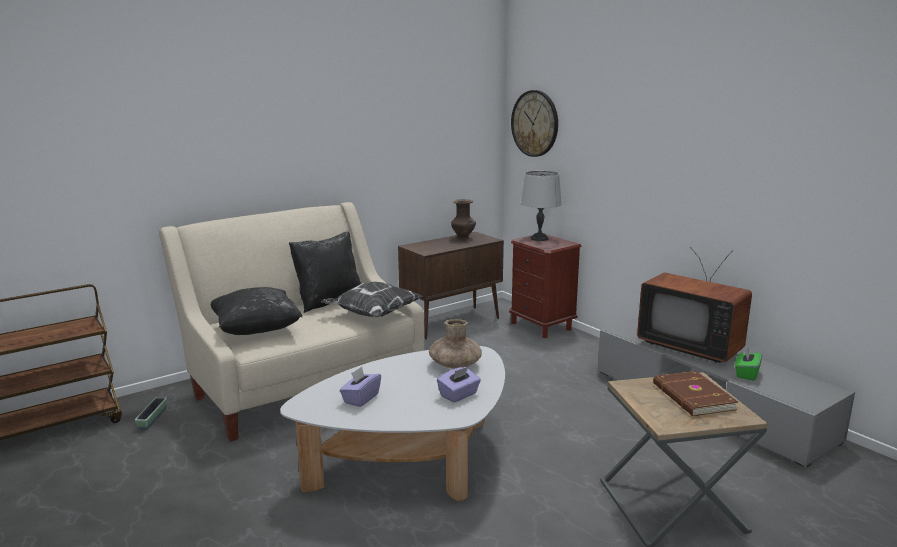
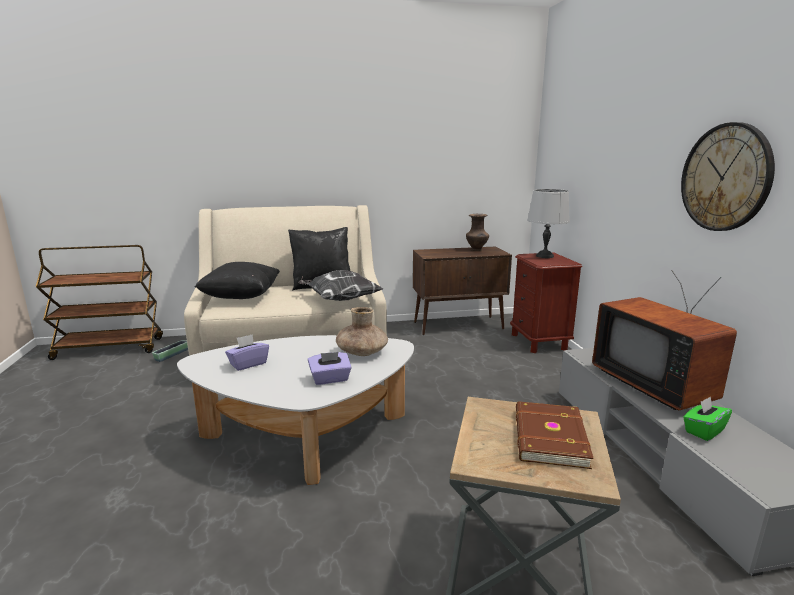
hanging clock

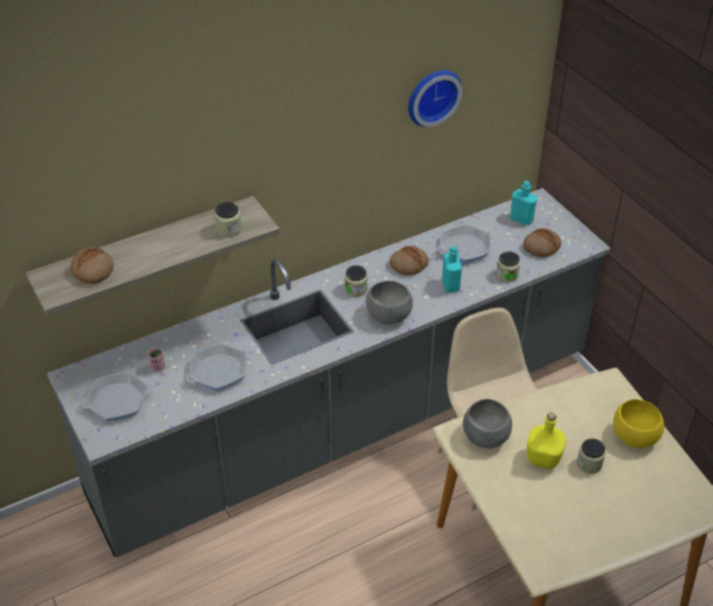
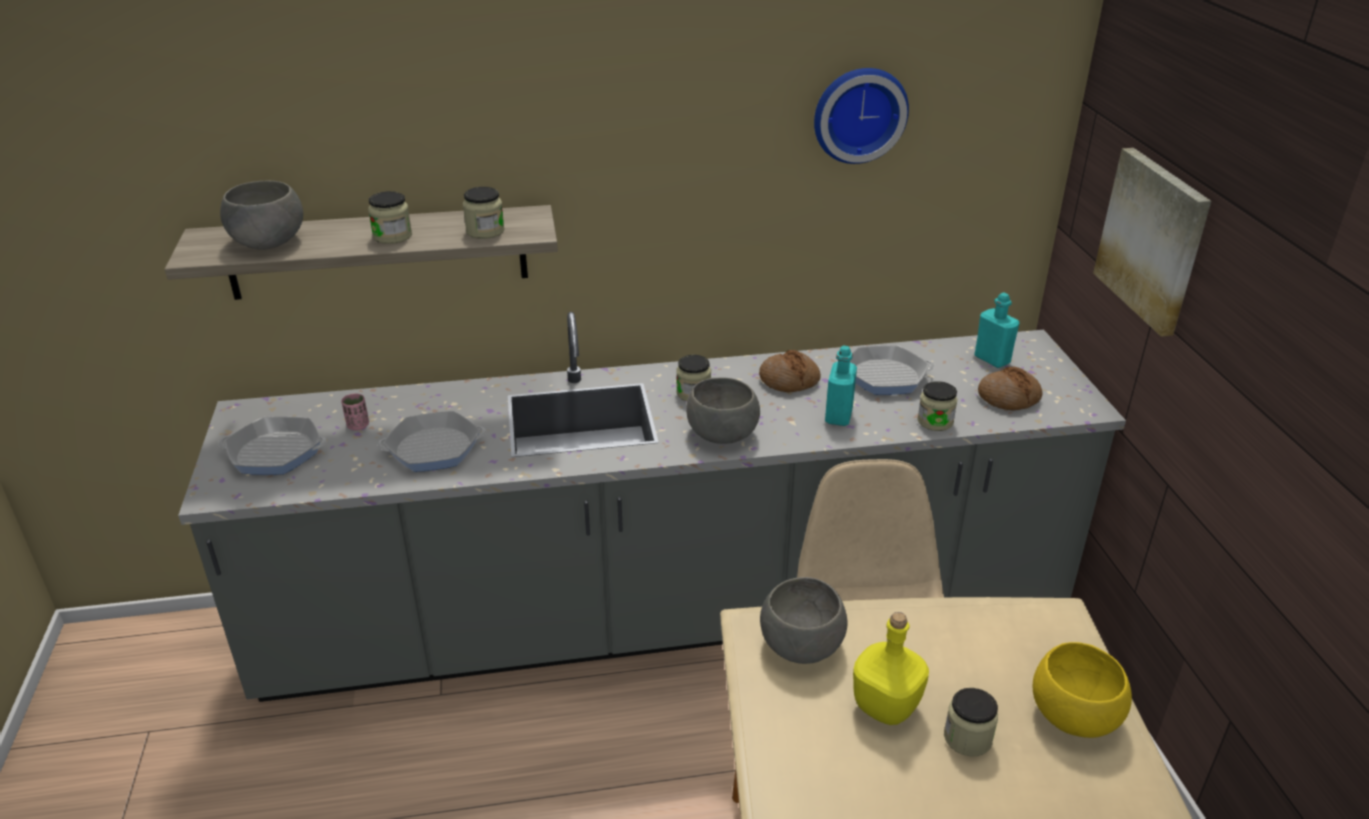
gray serving bowl (no. 1 from left)
storage jar (no. 1 from left)
wall picture

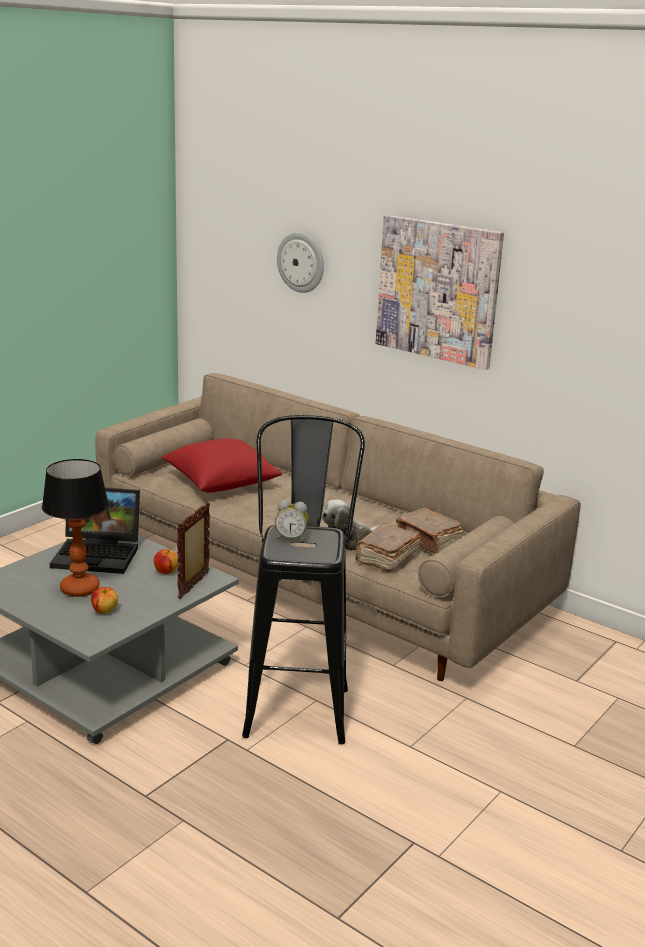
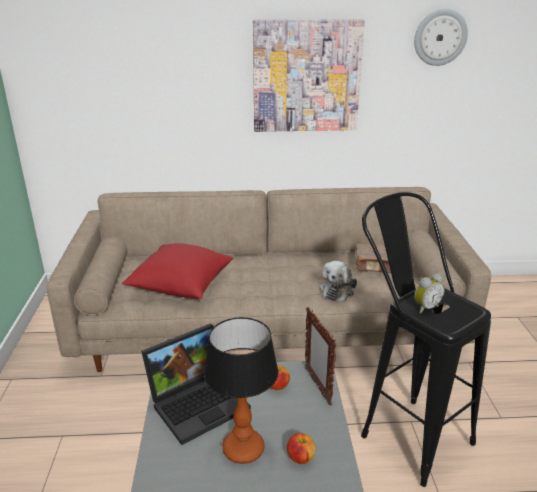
hanging clock
brown-coloured book (no. 1 from left in the first image)

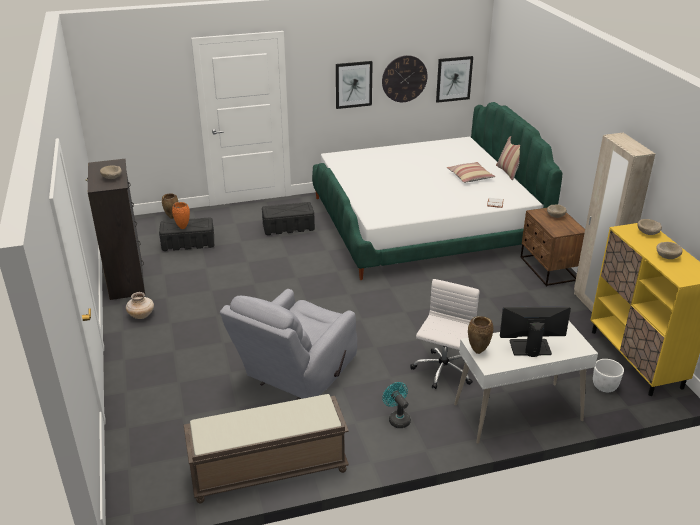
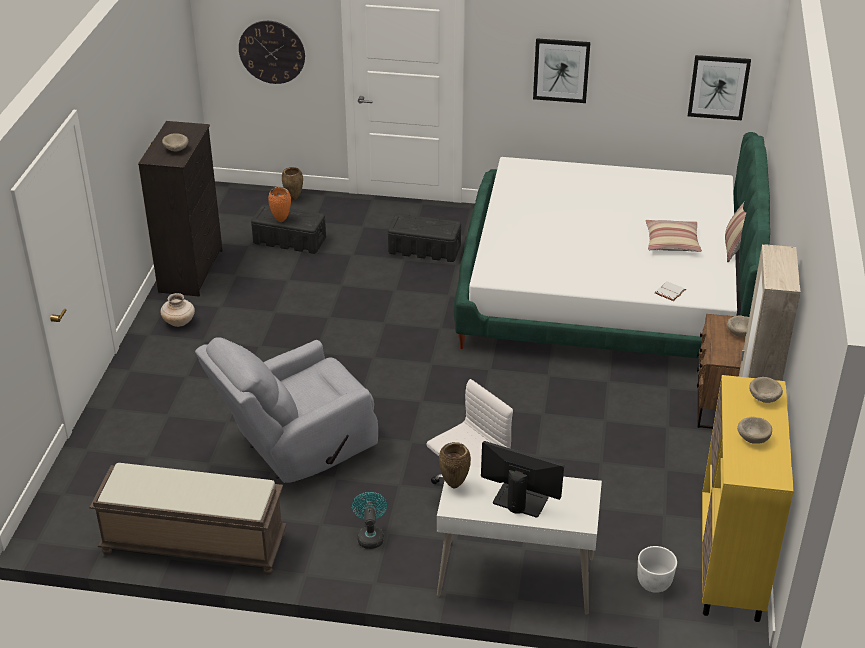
hanging clock

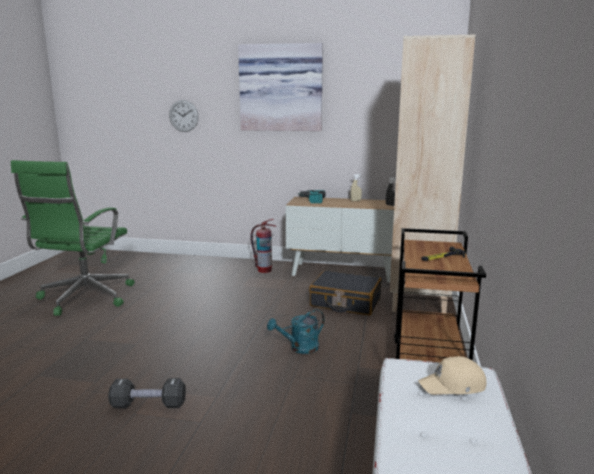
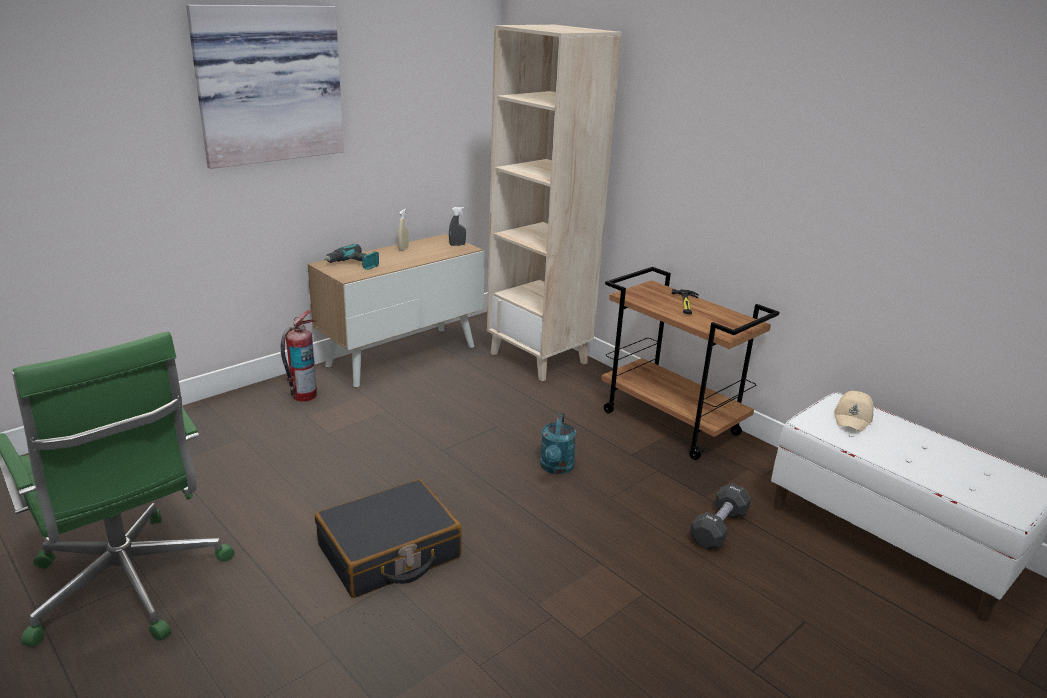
black-coloured travel case
black-coloured free weight
hanging clock

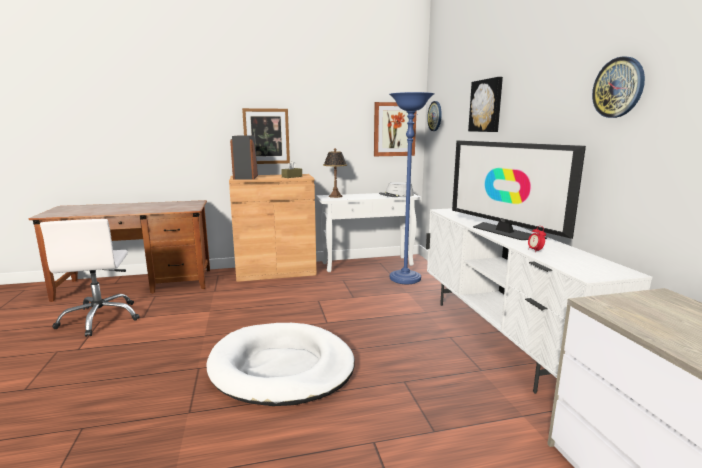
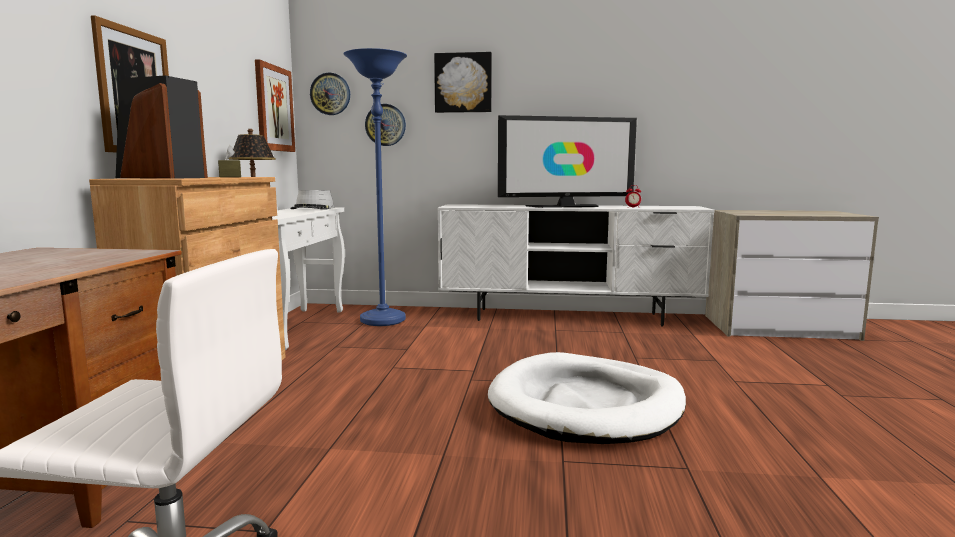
hanging clock (no. 2 from left)

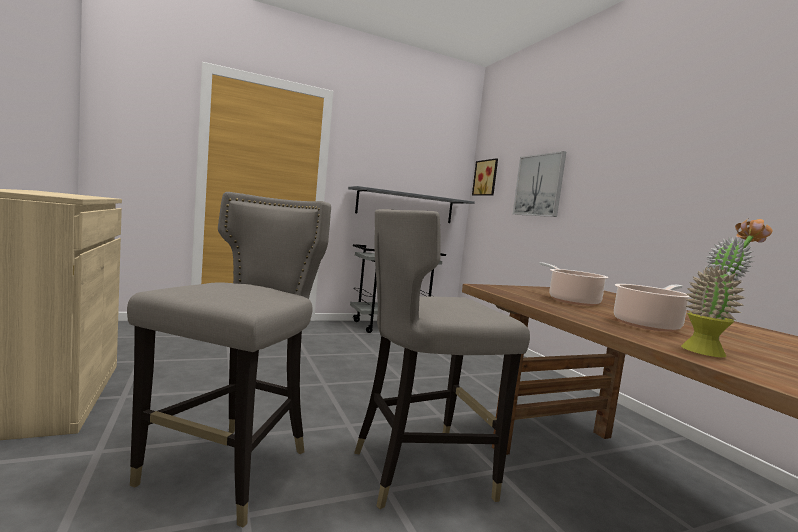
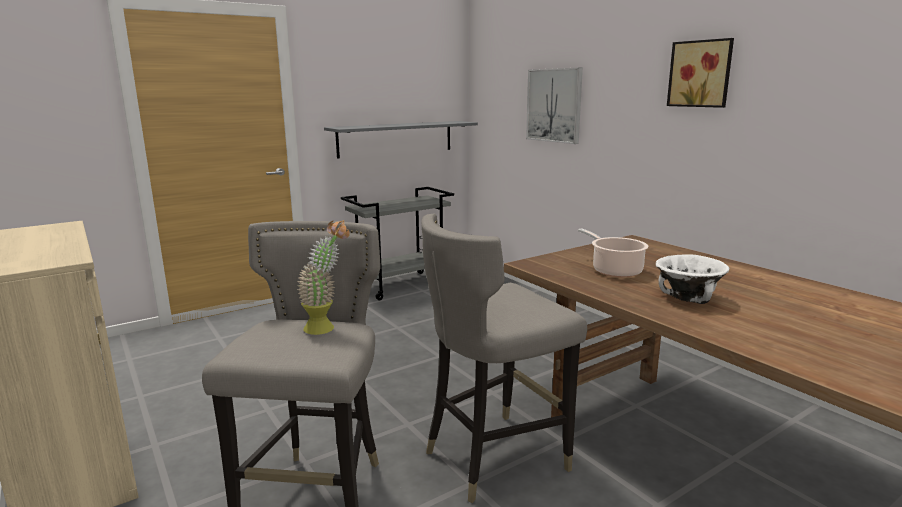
plant in a pot
white-coloured serving bowl
wall picture (no. 2 from left)

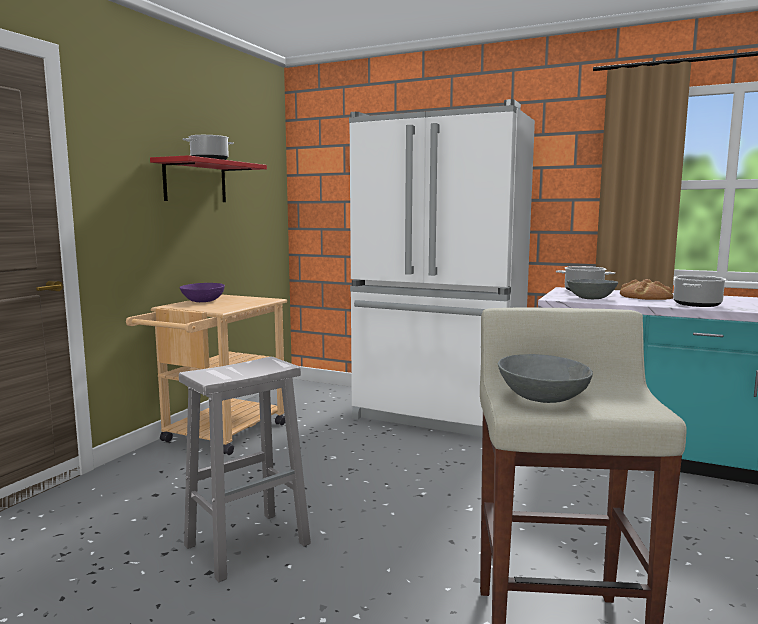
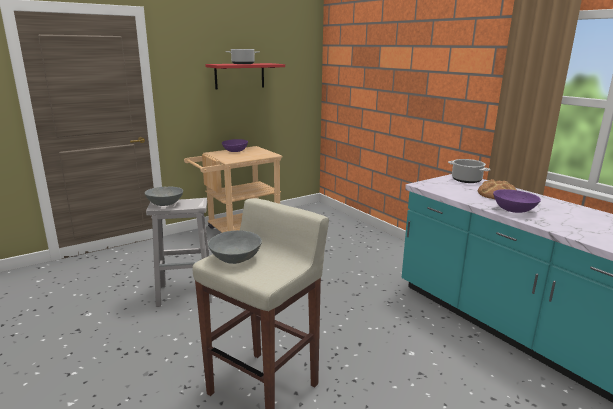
gray serving bowl (no. 1 from left)
purple serving bowl (no. 2 from left)
white-coloured refrigerator

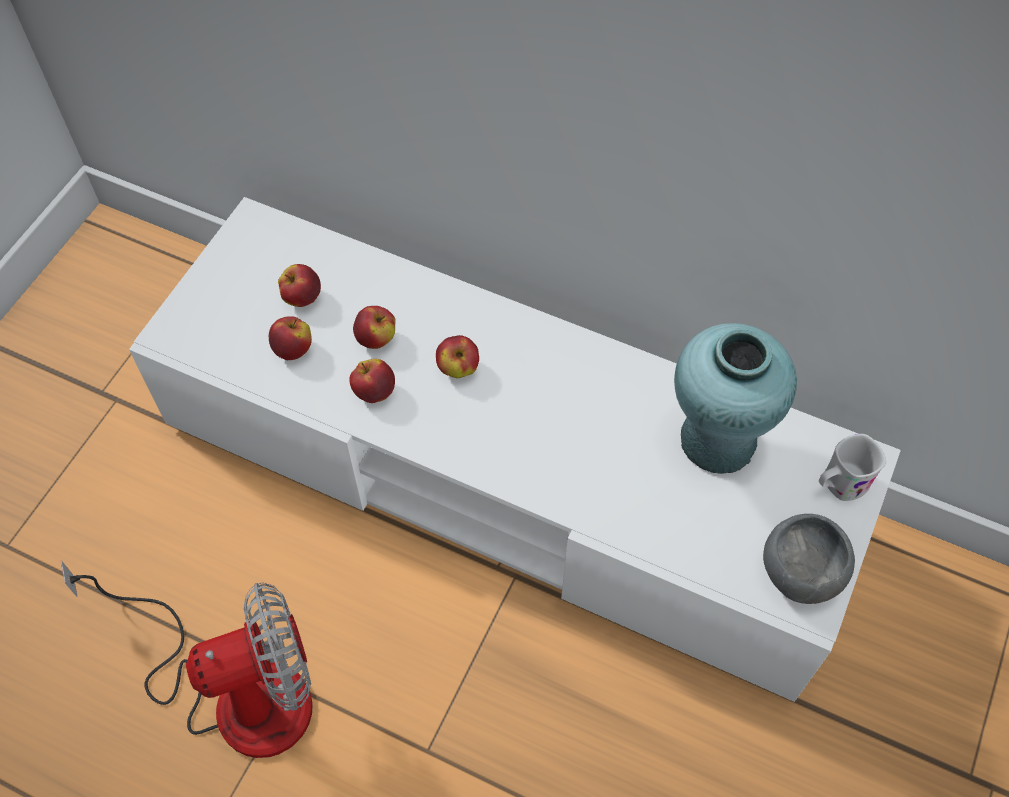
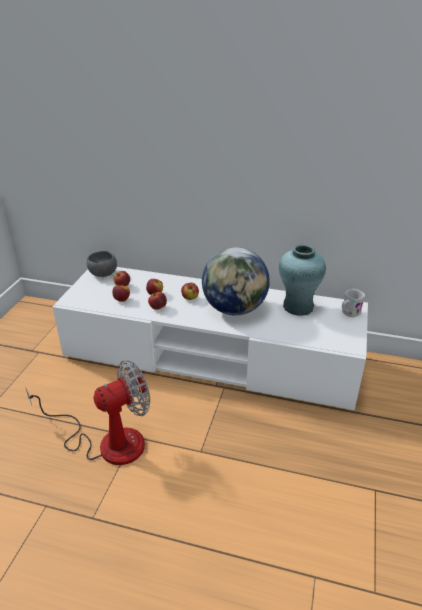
gray serving bowl
world globe

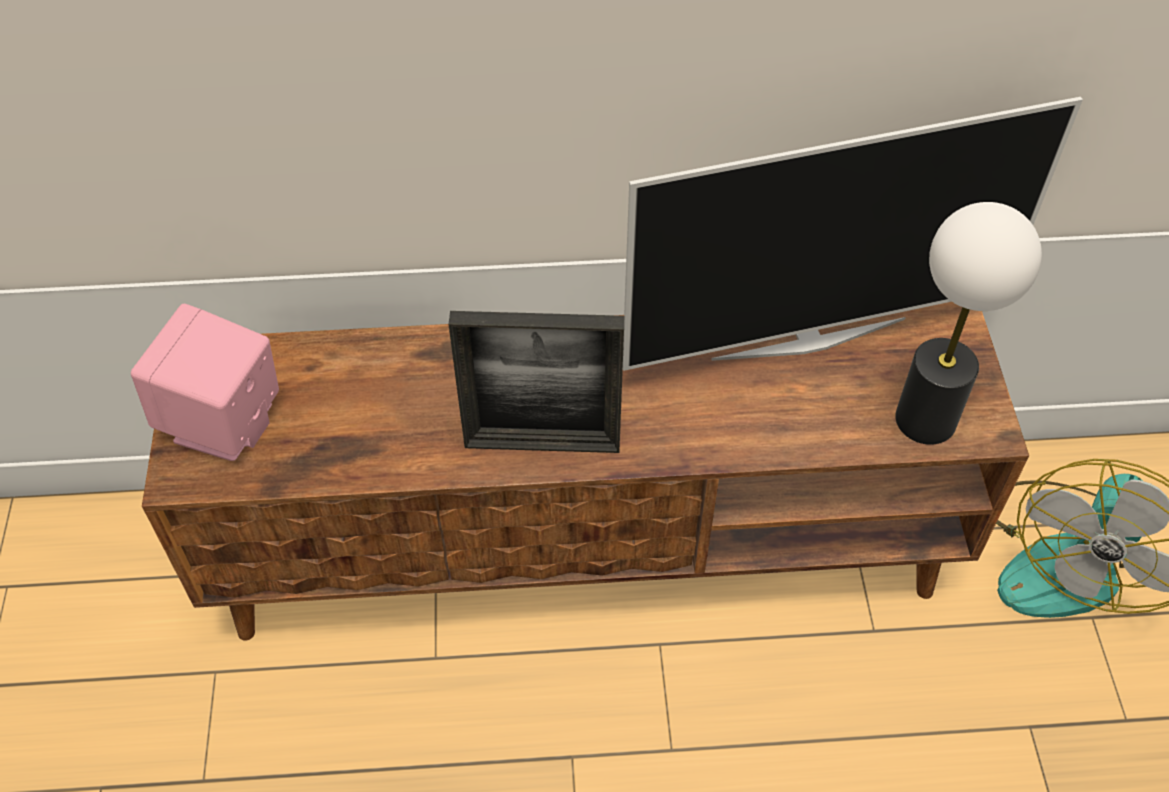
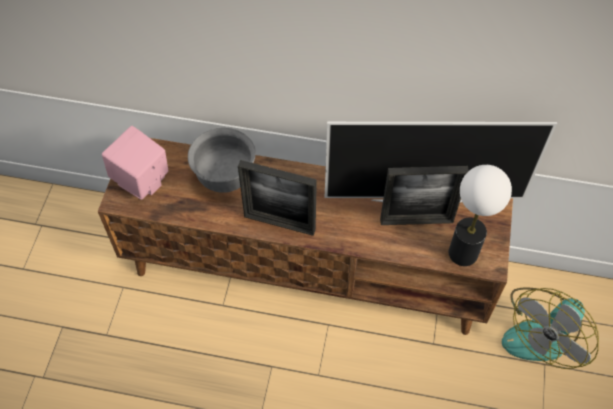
gray serving bowl
photo frame (no. 2 from left)

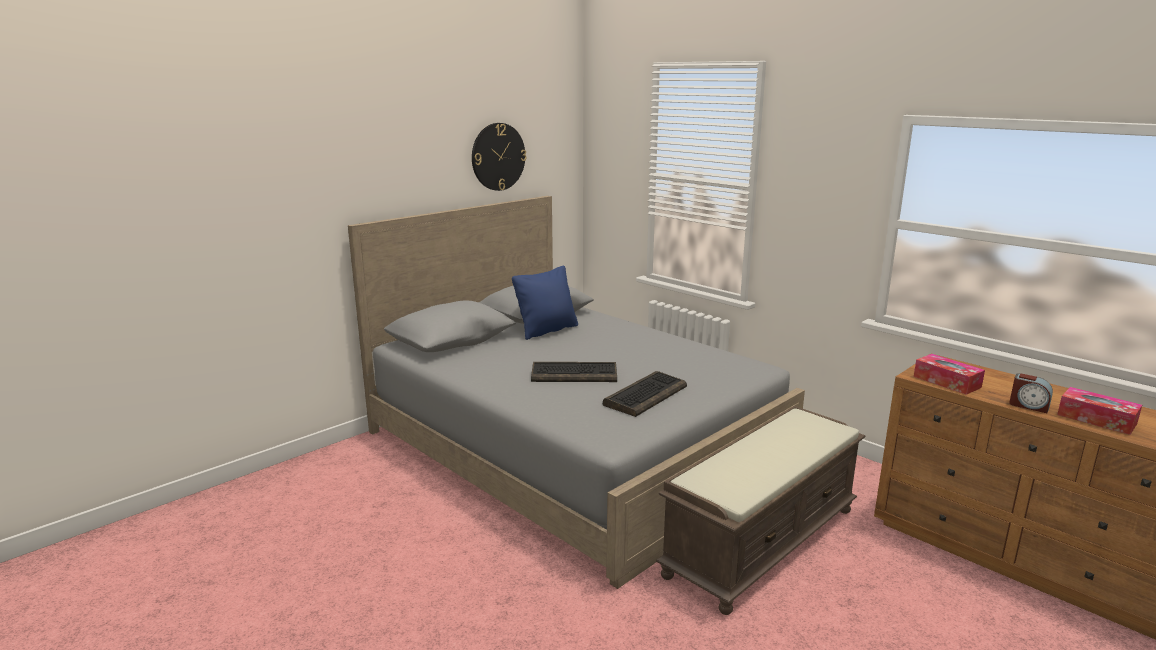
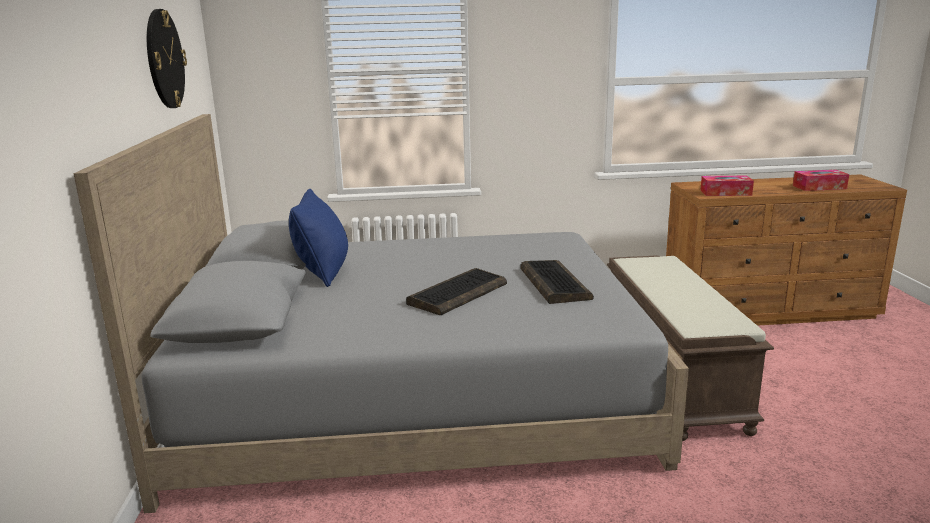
alarm clock

